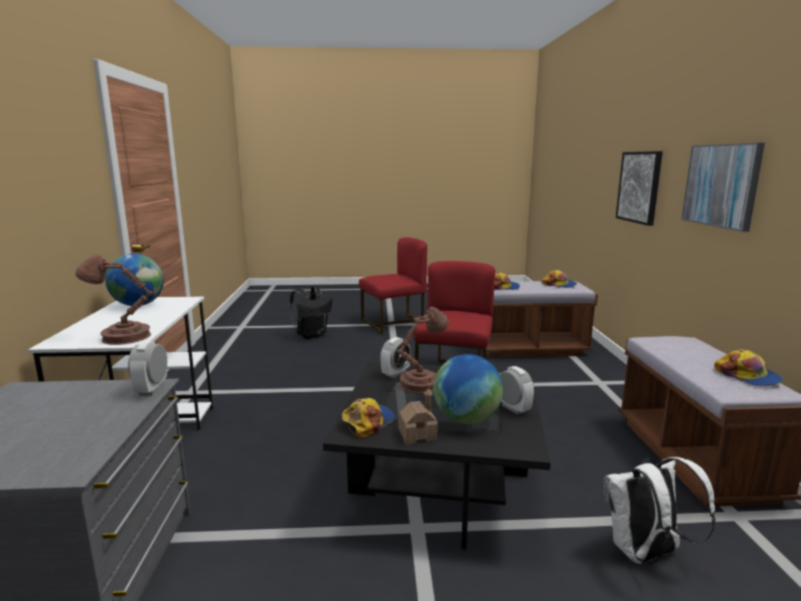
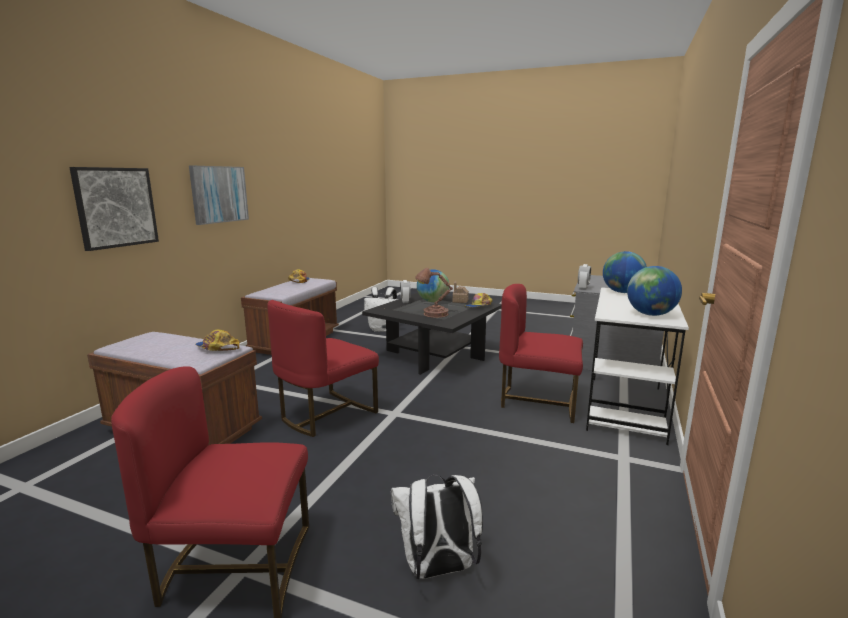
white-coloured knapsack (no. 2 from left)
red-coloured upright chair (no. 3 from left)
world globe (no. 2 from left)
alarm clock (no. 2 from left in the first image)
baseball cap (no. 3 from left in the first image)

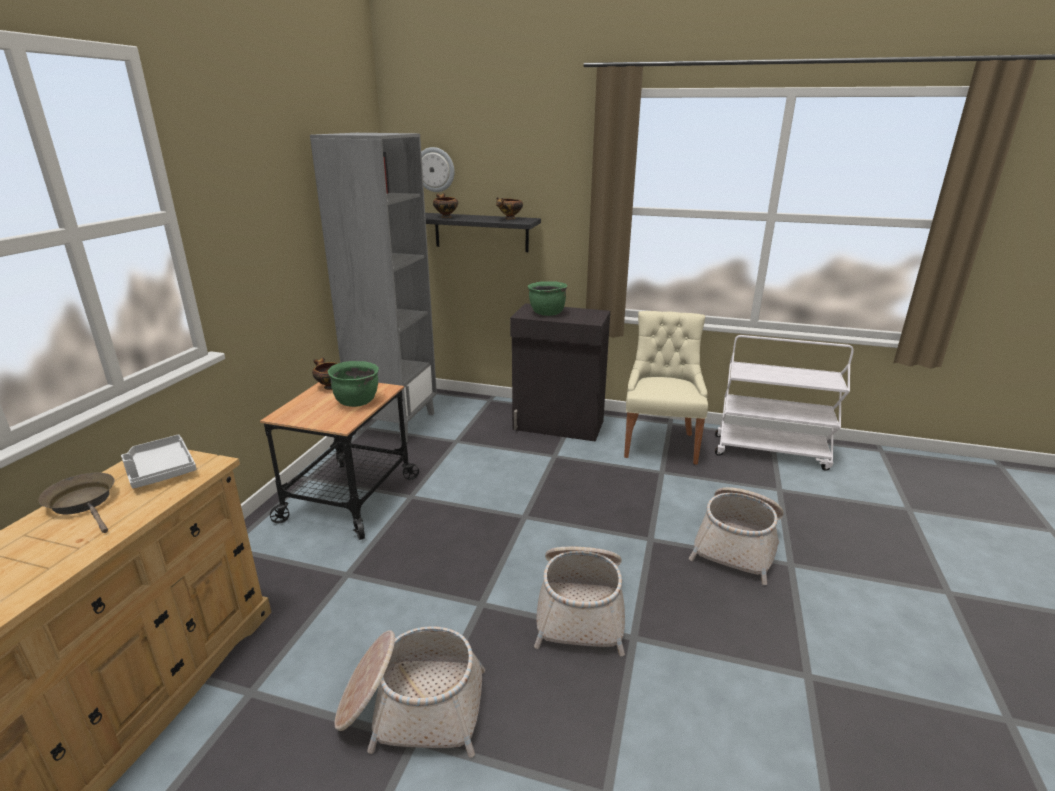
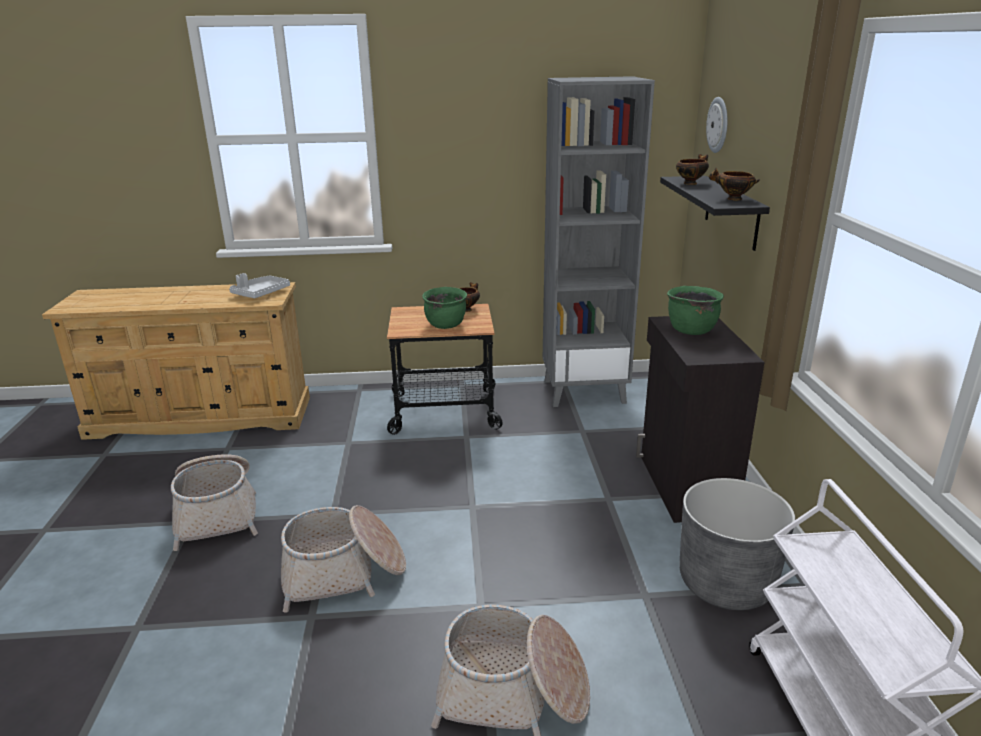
gray plant pot
brown-coloured pan

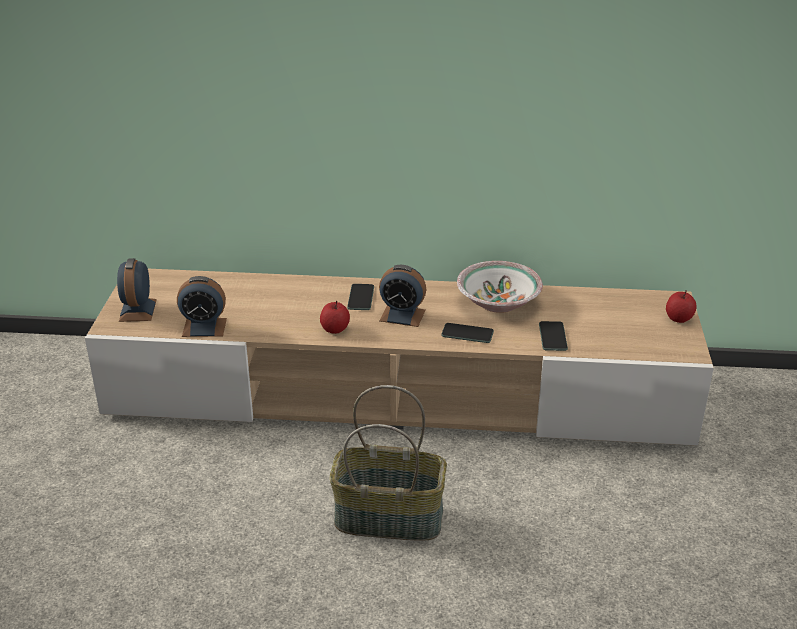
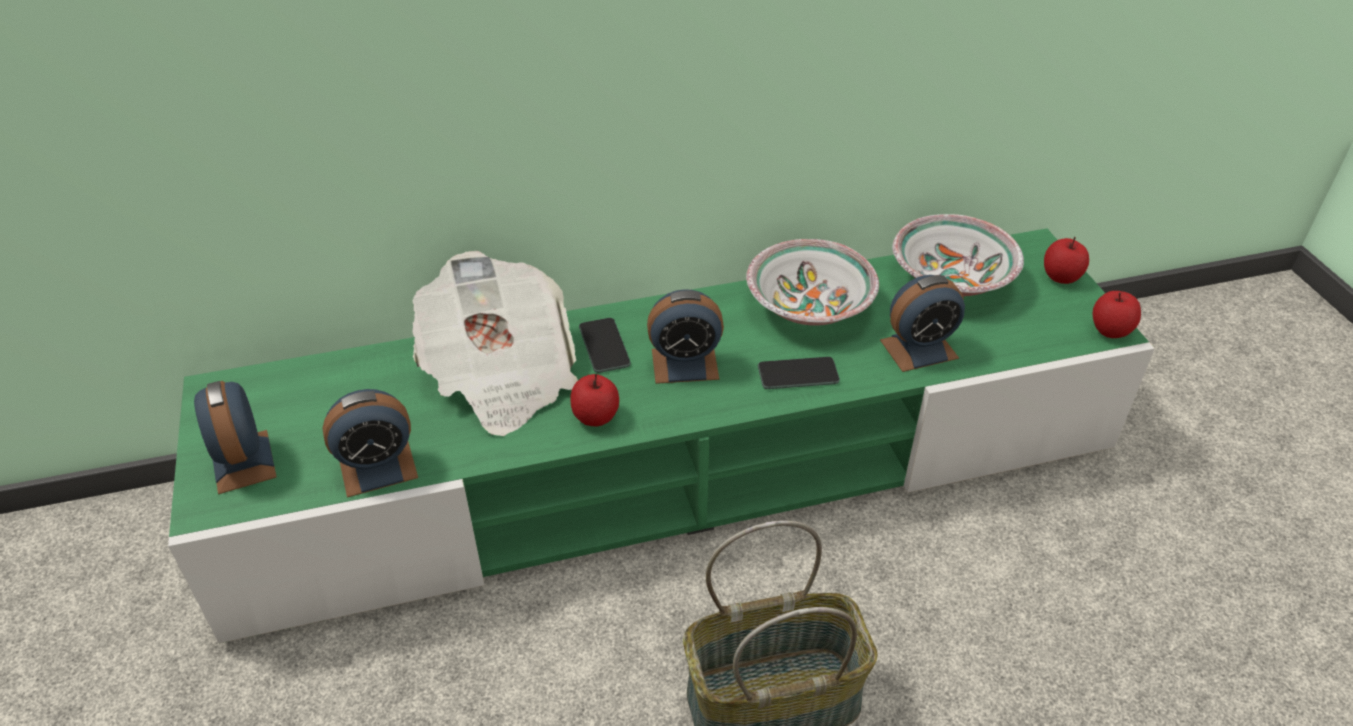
green tv unit
newspaper
alarm clock (no. 4 from left)
serving bowl (no. 2 from left)
apple fruit (no. 3 from left)

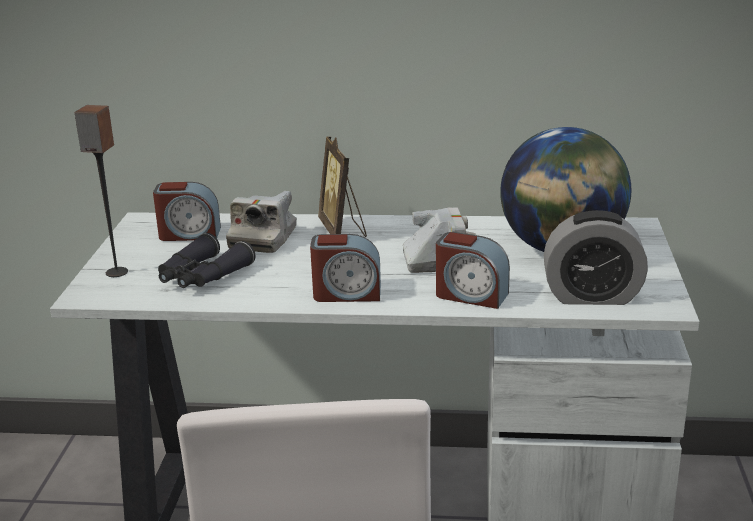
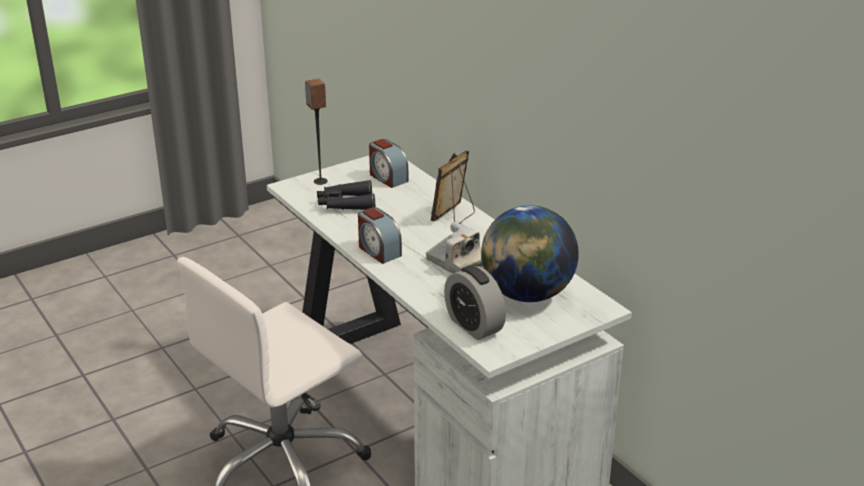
photo camera (no. 1 from left in the first image)
alarm clock (no. 3 from left in the first image)

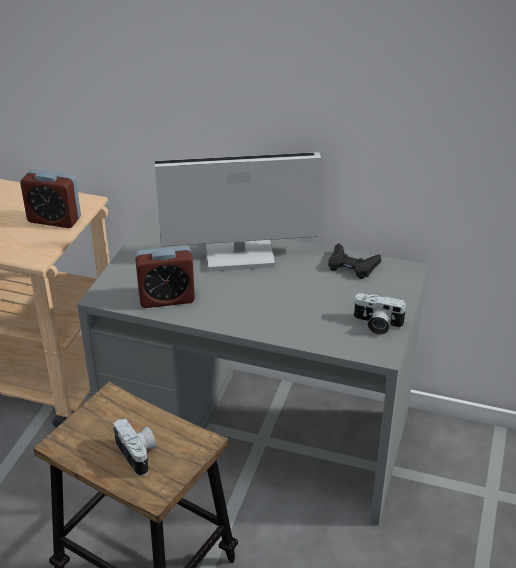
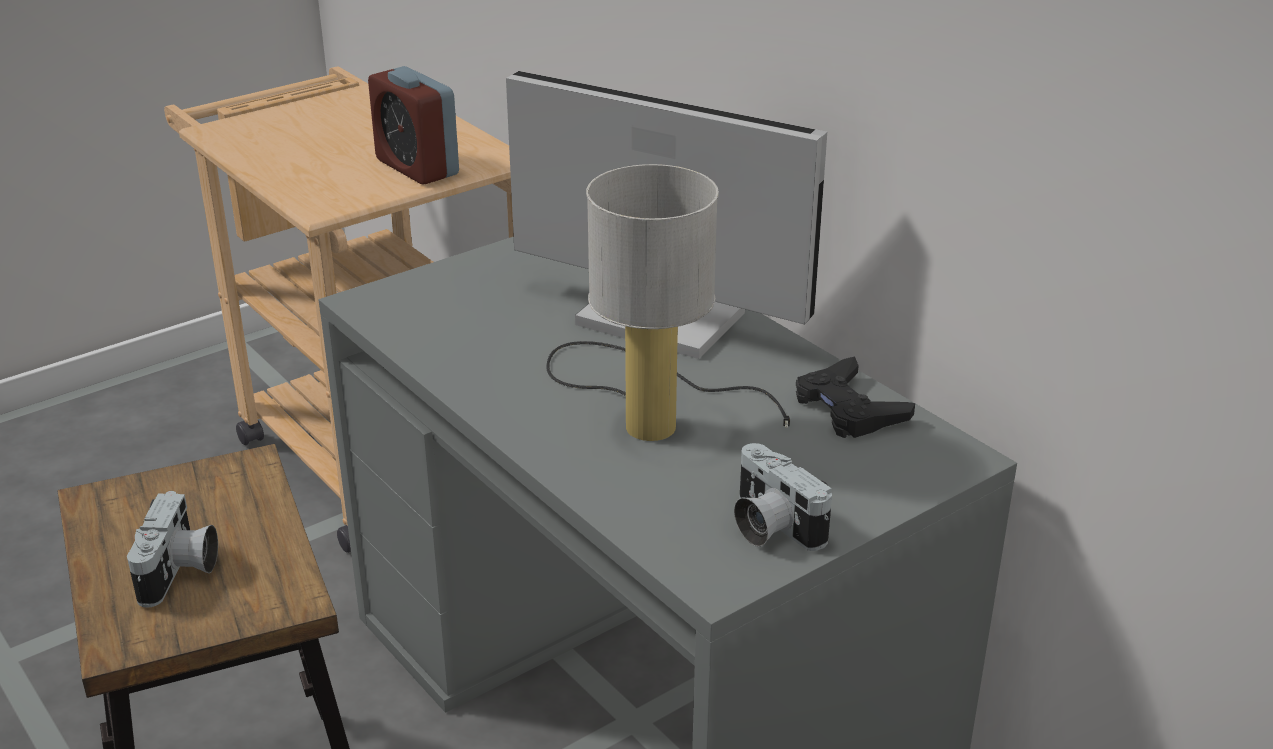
tabletop lamp
alarm clock (no. 2 from left in the first image)

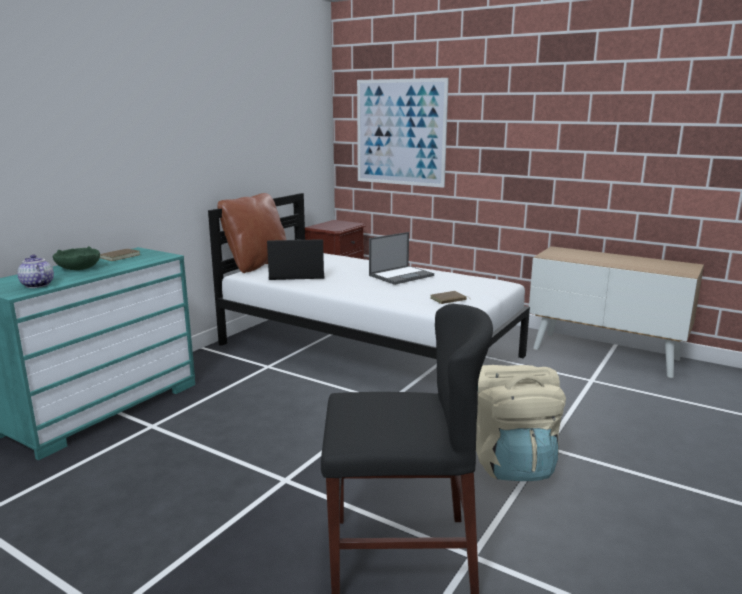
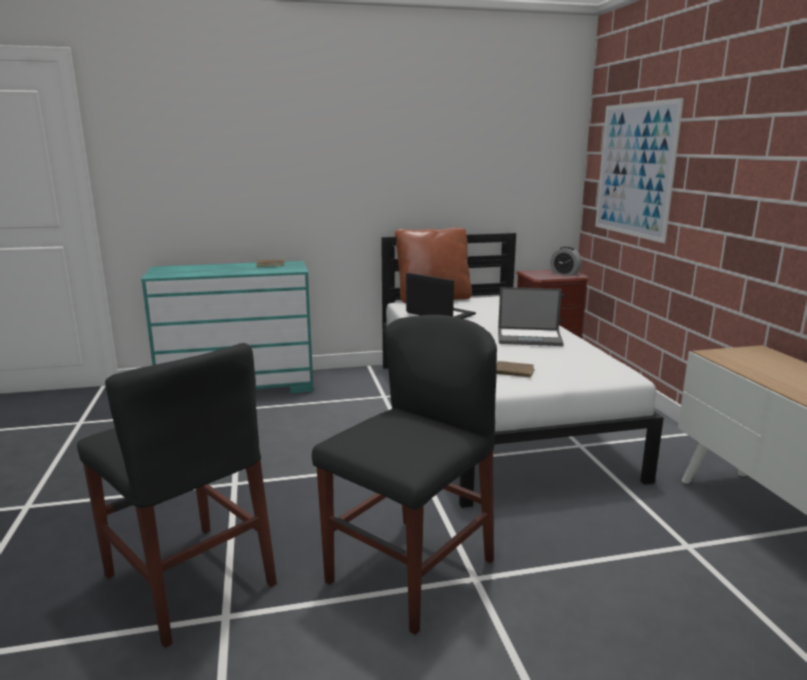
black-coloured upright chair (no. 2 from left)
alarm clock
teapot
green serving bowl

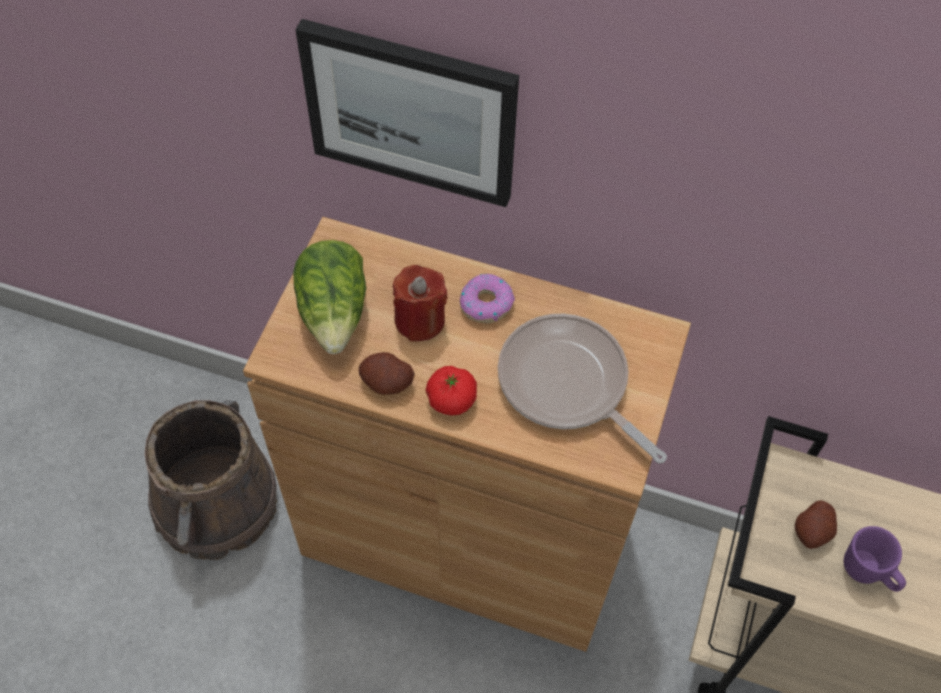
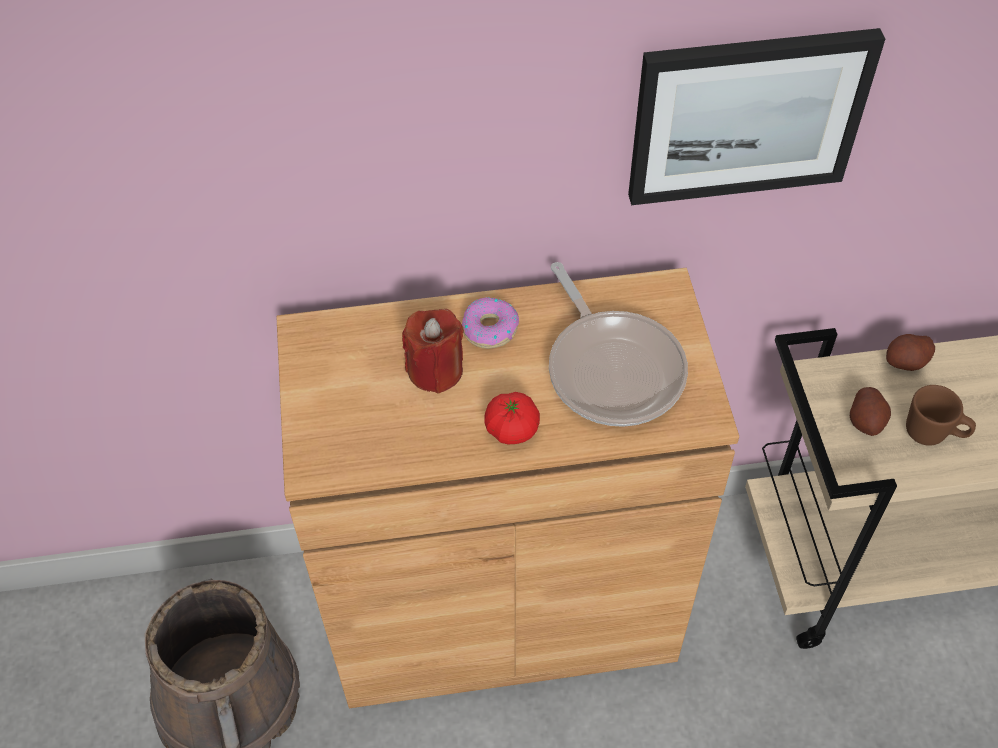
pan
wall picture
spud (no. 2 from left)
brown-coloured coffee mug
head of lettuce

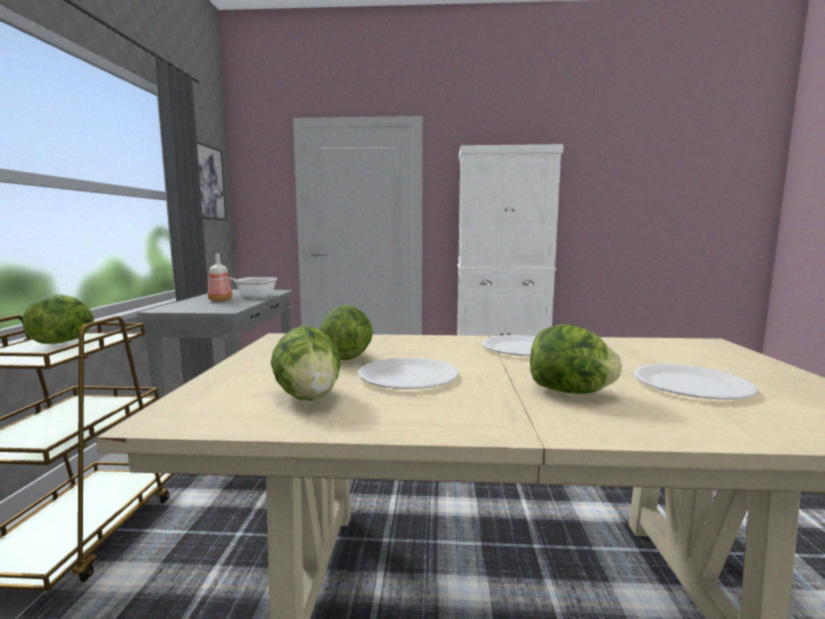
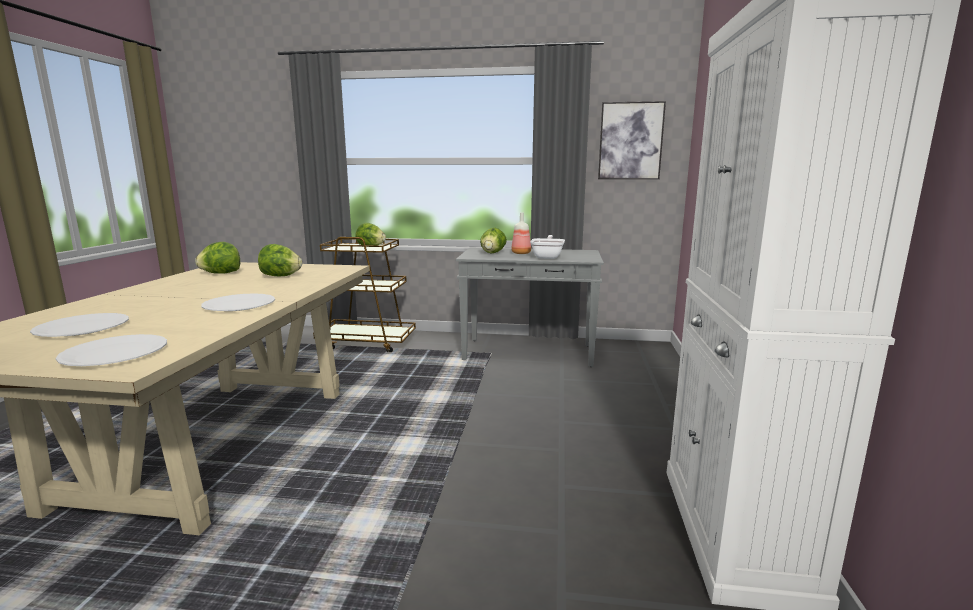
white-coloured plate (no. 2 from left)
head of lettuce (no. 4 from left)

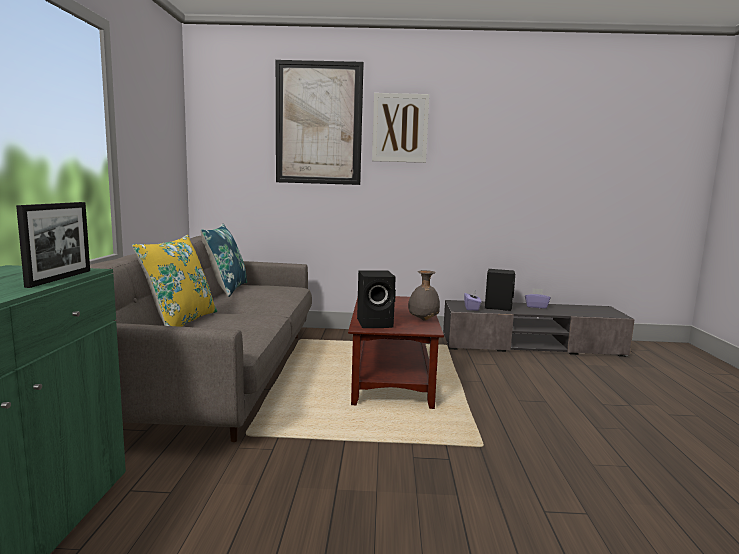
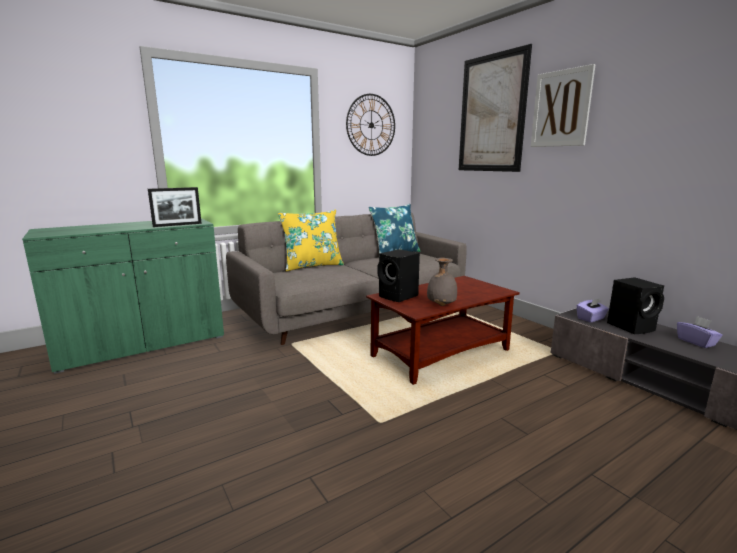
hanging clock

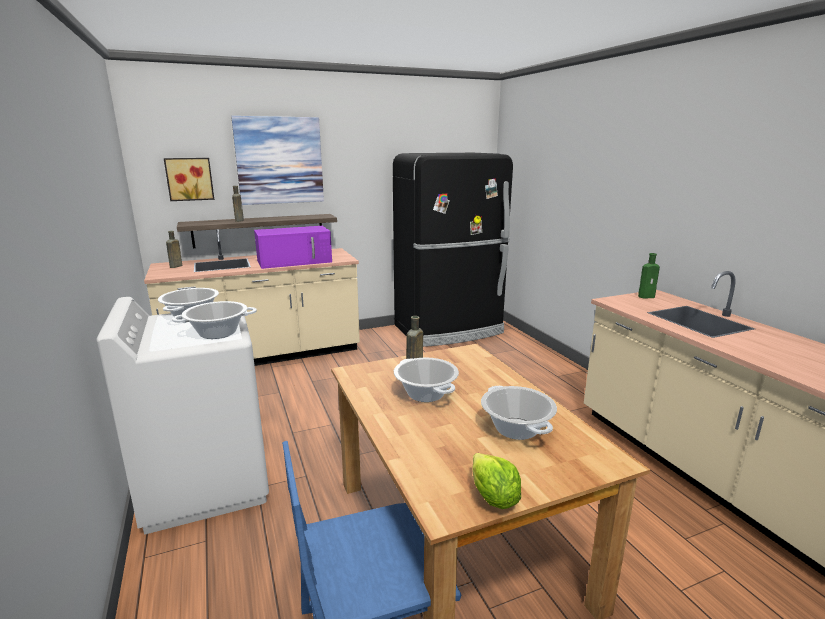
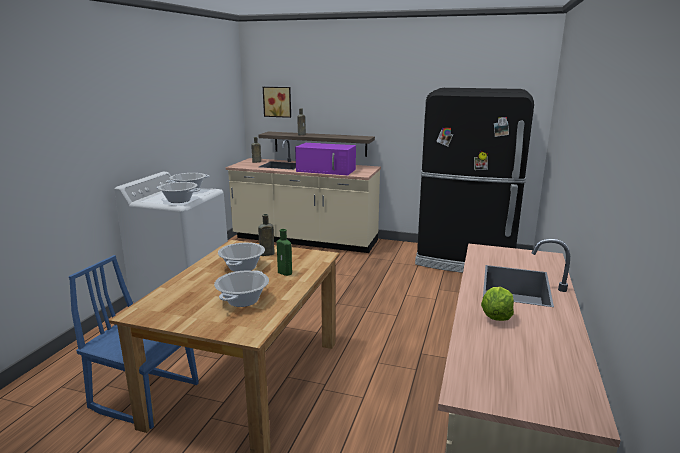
green bottle
head of lettuce
wall picture (no. 2 from left in the first image)

